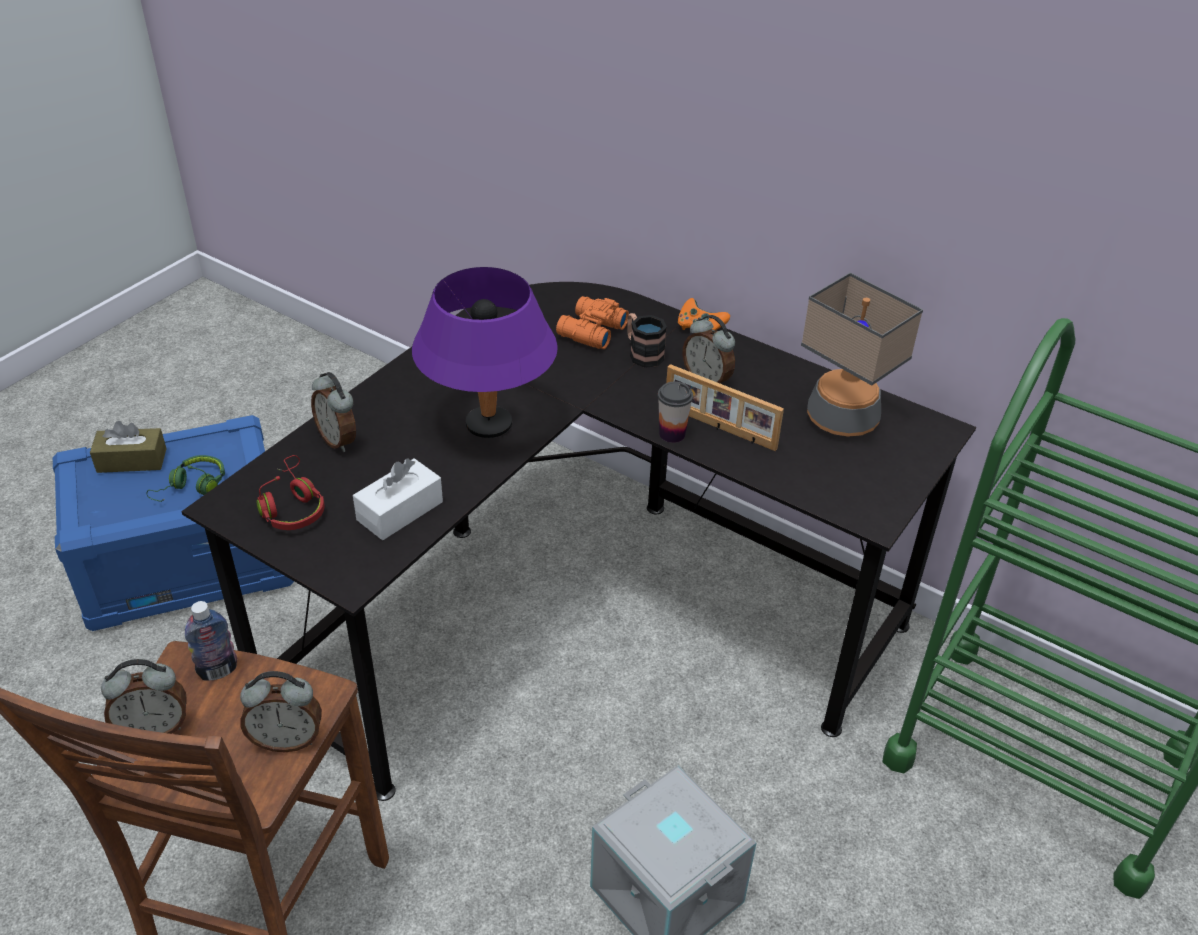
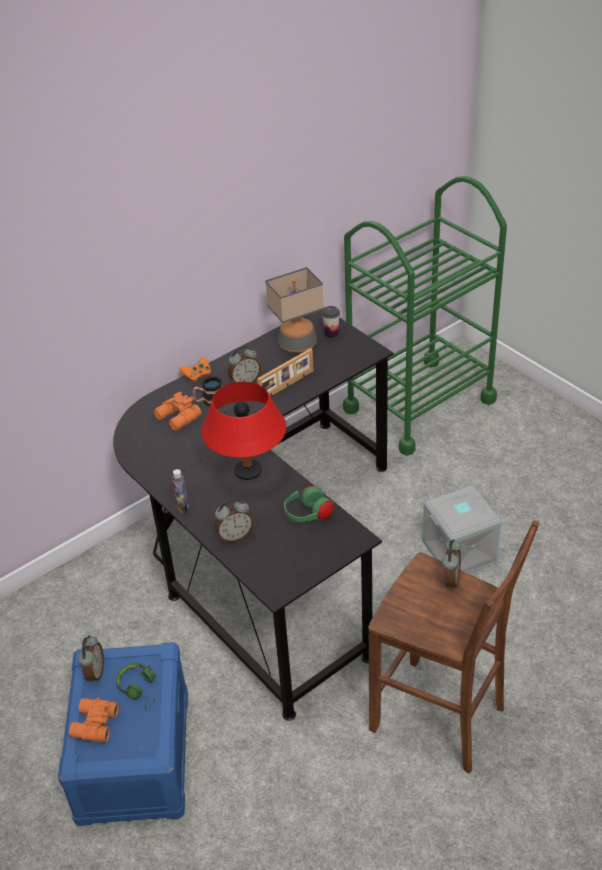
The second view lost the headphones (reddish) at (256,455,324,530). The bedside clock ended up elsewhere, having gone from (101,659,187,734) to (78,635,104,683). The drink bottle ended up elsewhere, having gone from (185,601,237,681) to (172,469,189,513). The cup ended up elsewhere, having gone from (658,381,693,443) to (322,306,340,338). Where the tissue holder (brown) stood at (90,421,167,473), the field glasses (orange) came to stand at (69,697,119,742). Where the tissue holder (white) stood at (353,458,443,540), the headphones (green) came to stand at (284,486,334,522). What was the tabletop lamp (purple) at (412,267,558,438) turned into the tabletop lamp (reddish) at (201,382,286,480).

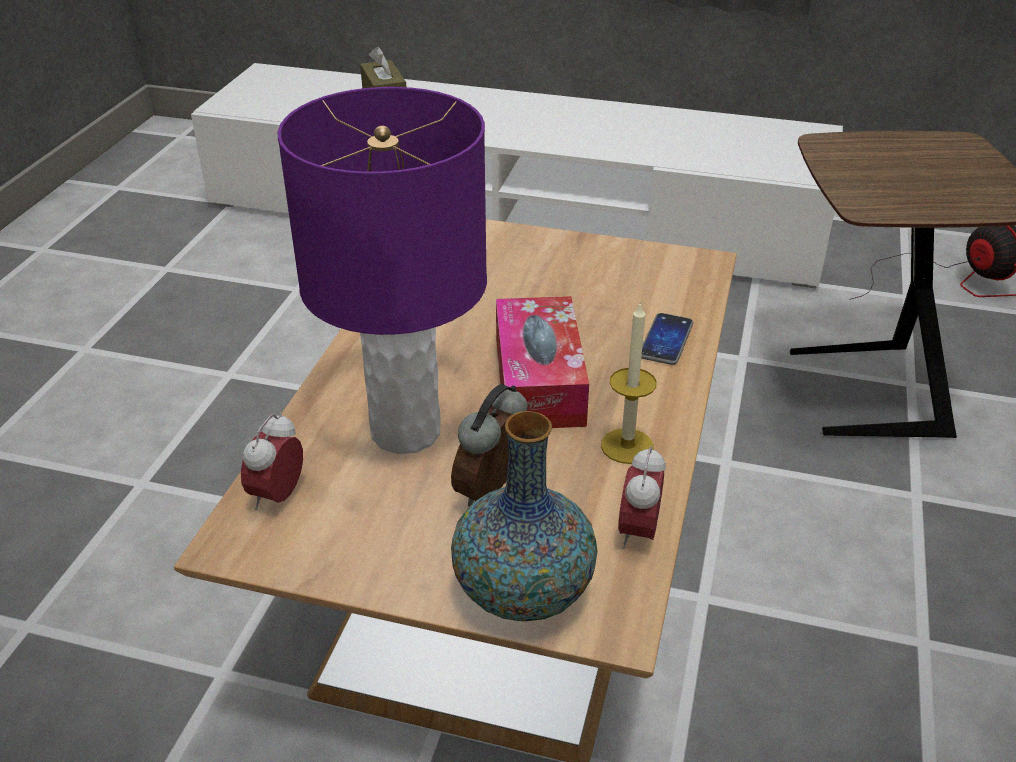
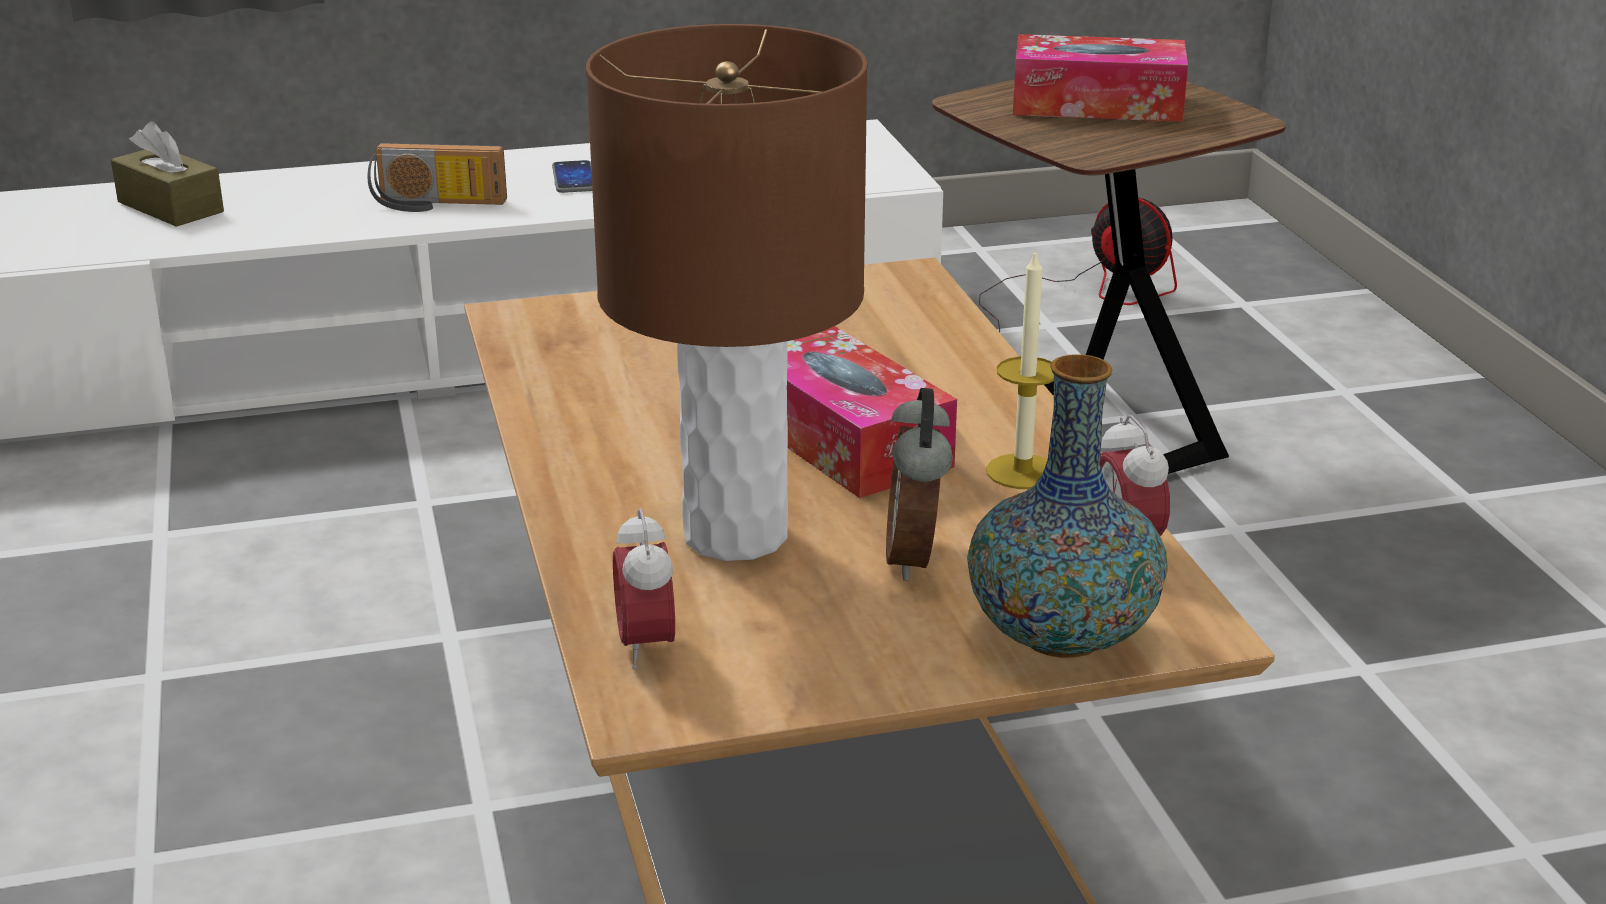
The second view gained the radio set at (367,143,507,212). The second view gained the tissue holder at (1013,34,1188,122). The handset ended up elsewhere, having gone from (641,313,694,365) to (552,160,592,193). What was the tabletop lamp (purple) at (278,87,487,454) turned into the tabletop lamp (brown) at (586,24,868,561).

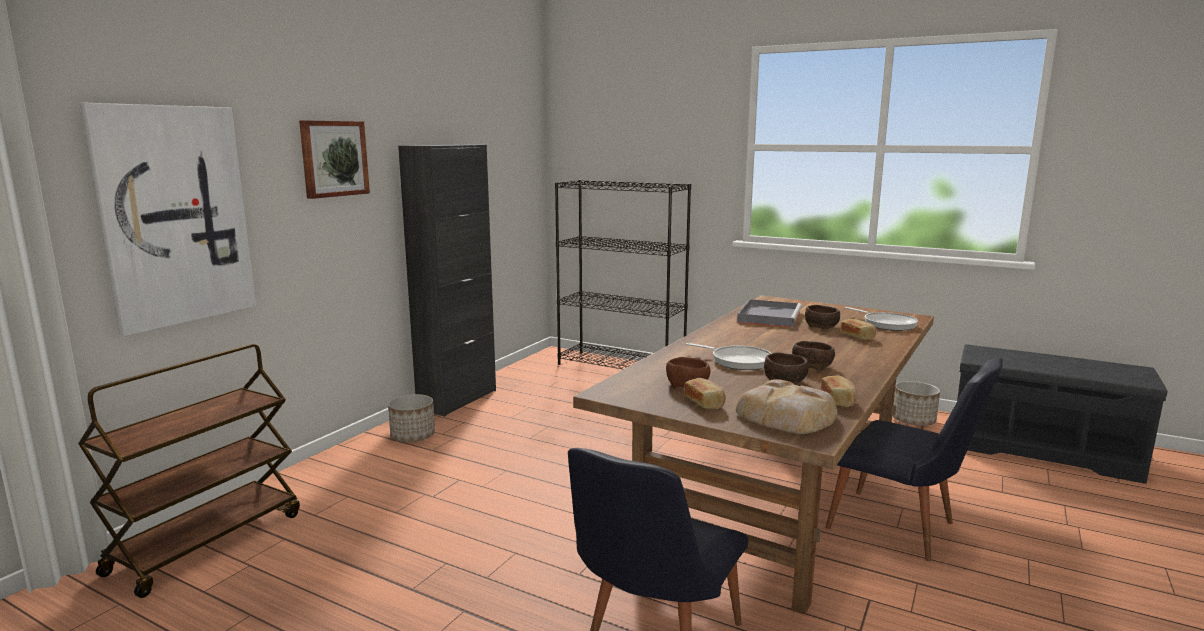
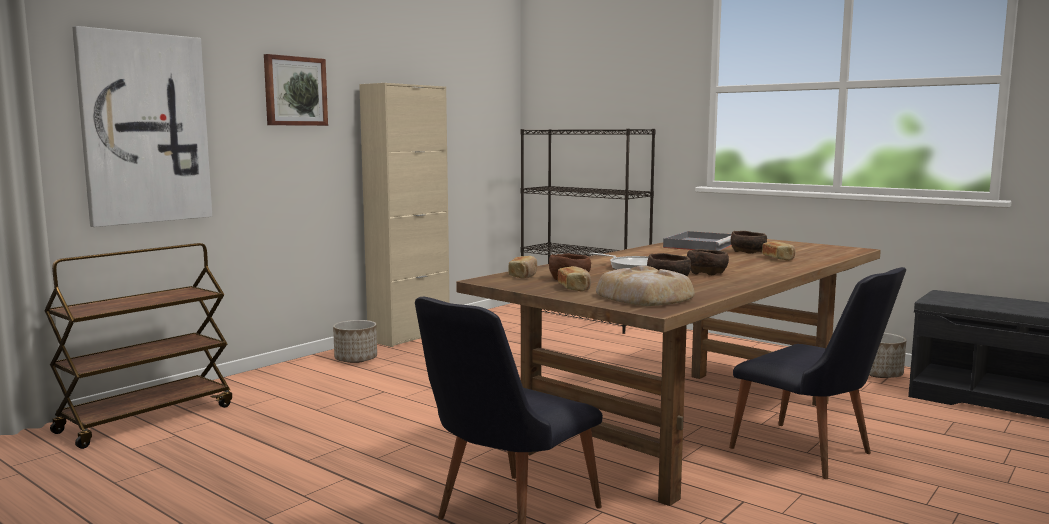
The second view lost the pan at (845,307,918,331). The bread ended up elsewhere, having gone from (821,375,858,407) to (508,256,537,279). What was the storage cabinet (black) at (398,145,496,417) turned into the storage cabinet (beige) at (359,83,450,347).

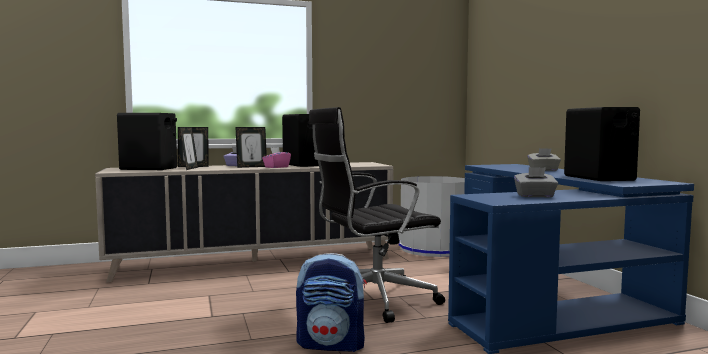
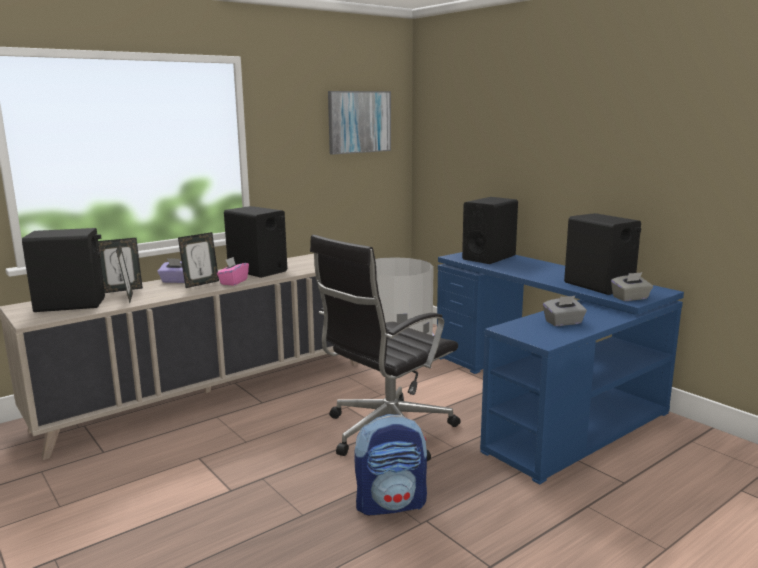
The second view gained the wall picture at (328,91,391,155). The second view gained the speaker (black) at (462,197,518,264). The tissue holder (grey) ended up elsewhere, having gone from (527,148,561,171) to (611,272,653,301).

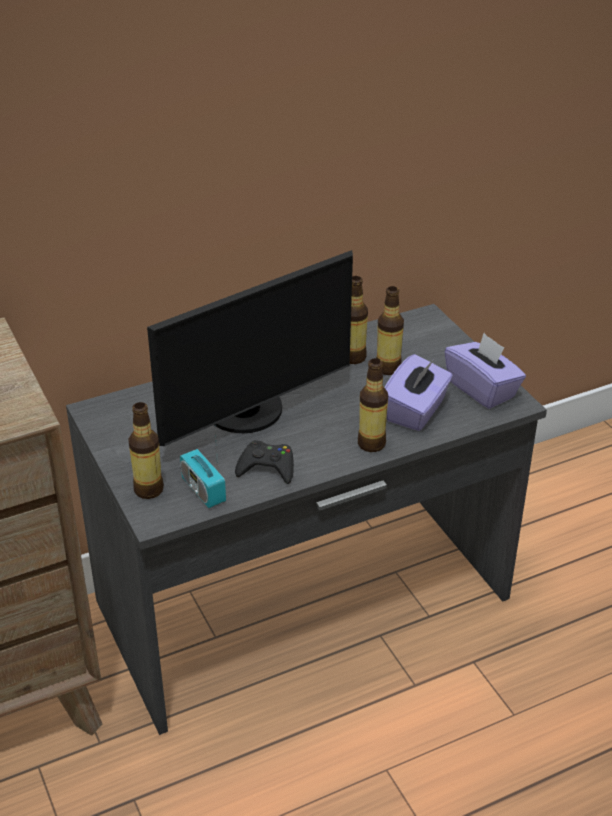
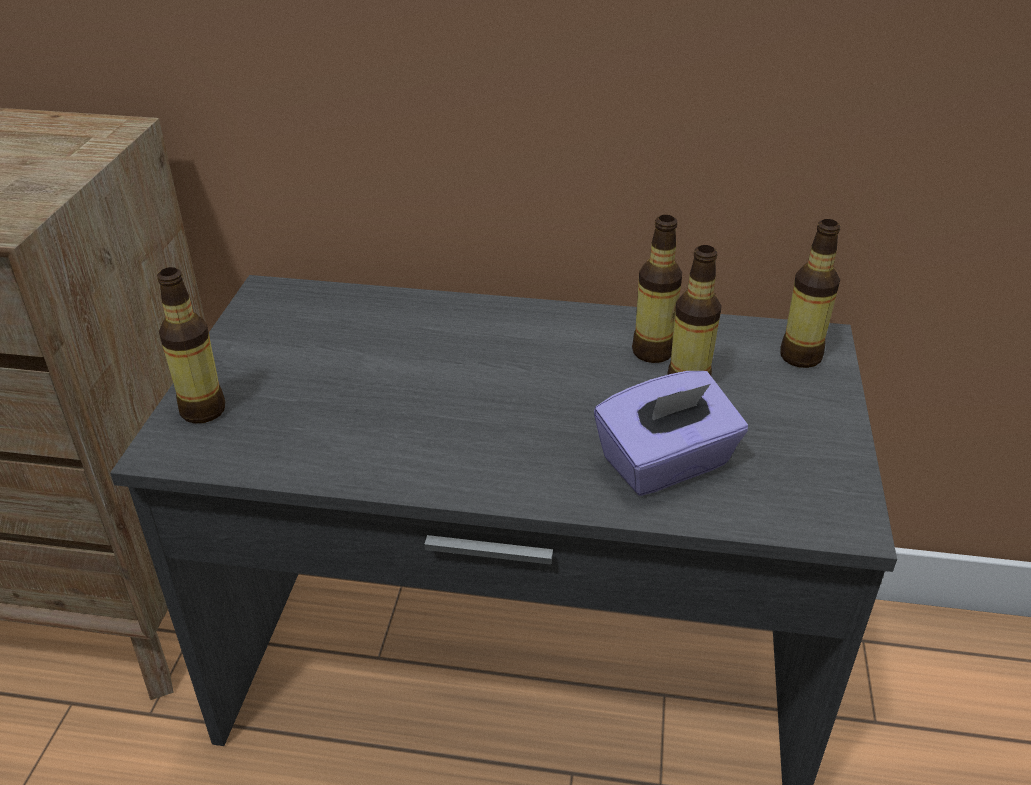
The second view lost the computer screen at (147,250,353,446). The second view lost the radio set at (180,430,226,508). The second view lost the gamepad (black) at (235,440,294,484). The second view lost the tissue holder (purple) at (445,333,526,409). The drink bottle ended up elsewhere, having gone from (358,358,388,452) to (780,219,840,368).

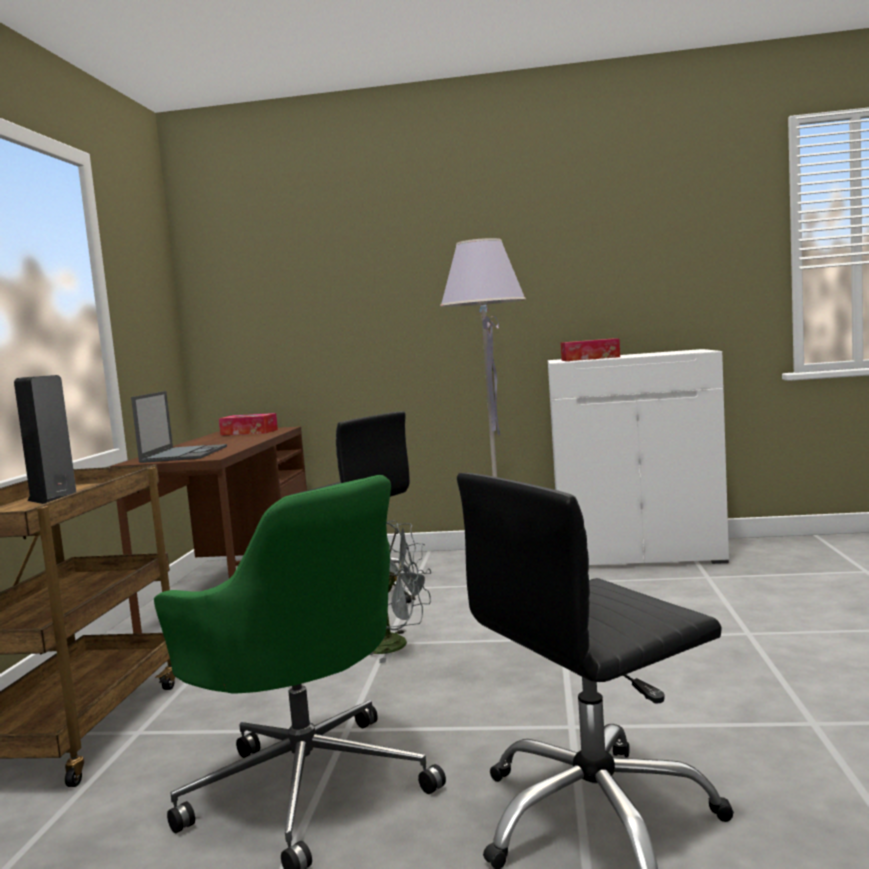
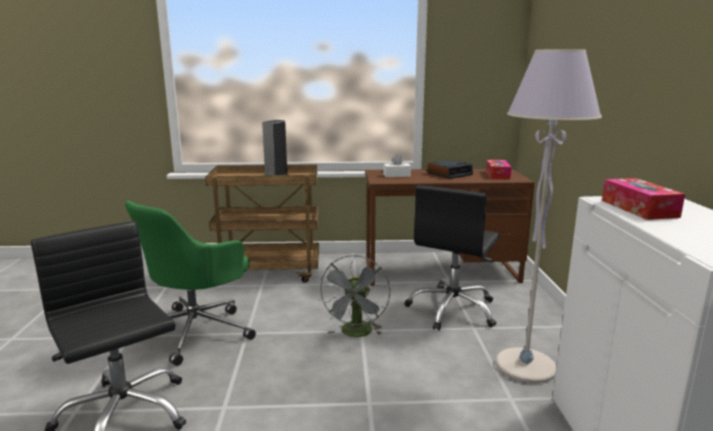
The second view gained the bedside clock at (428,160,473,179). Where the notebook computer stood at (131,391,227,463), the tissue holder (white) came to stand at (383,154,411,177).

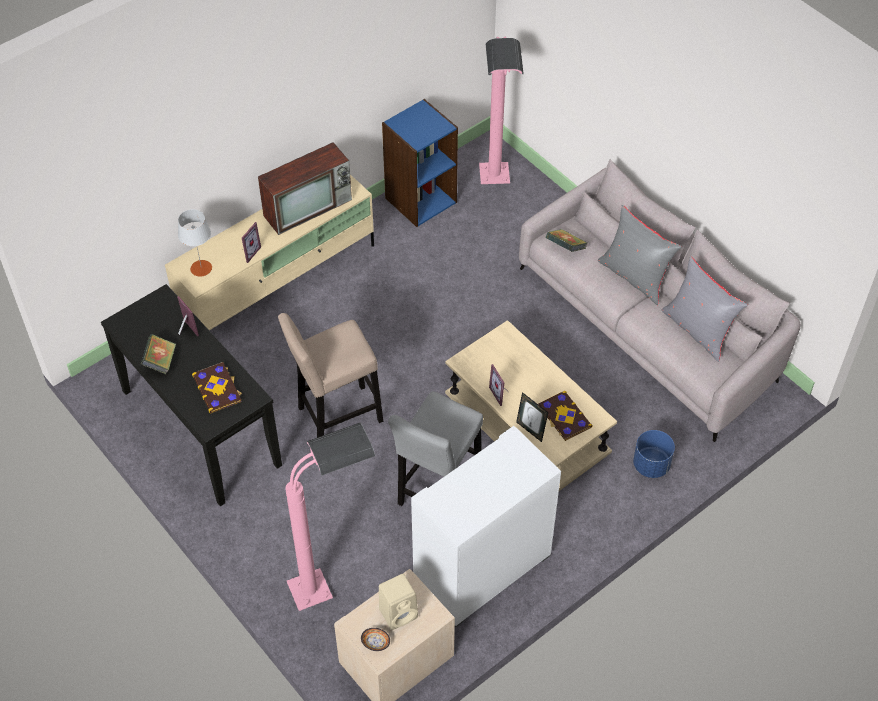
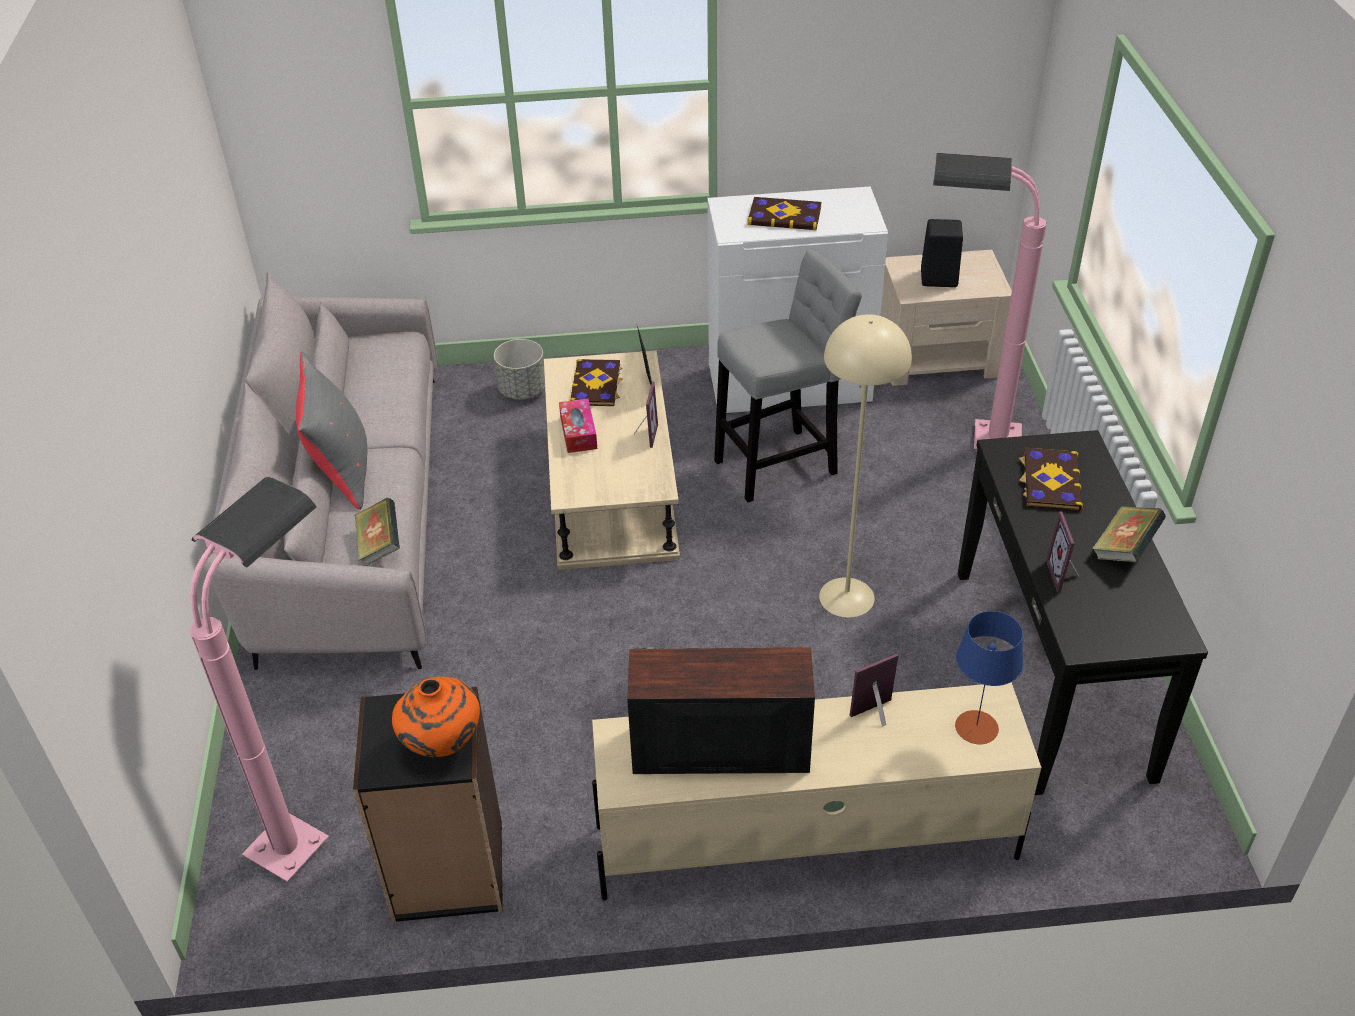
The second view lost the bowl at (361,628,390,651). The second view lost the pillow (grey) at (662,256,748,362). The second view gained the decorative vase (orange) at (392,677,480,757). The second view gained the tissue holder at (559,398,597,453). The second view gained the book at (748,197,821,230). Where the stool (beige) stood at (278,313,383,438), the standard lamp (beige) came to stand at (819,314,912,618). What was the tabletop lamp (grey) at (178,209,212,277) turned into the tabletop lamp (blue-coloured) at (955,611,1023,744). What was the speaker (beige) at (379,574,418,630) turned into the speaker (black) at (921,219,963,287). What was the shelving unit (blue-coloured) at (382,99,458,227) turned into the shelving unit (black) at (353,687,503,922). What was the planter (blue-coloured) at (633,430,675,478) turned into the planter (grey) at (494,339,545,400).

